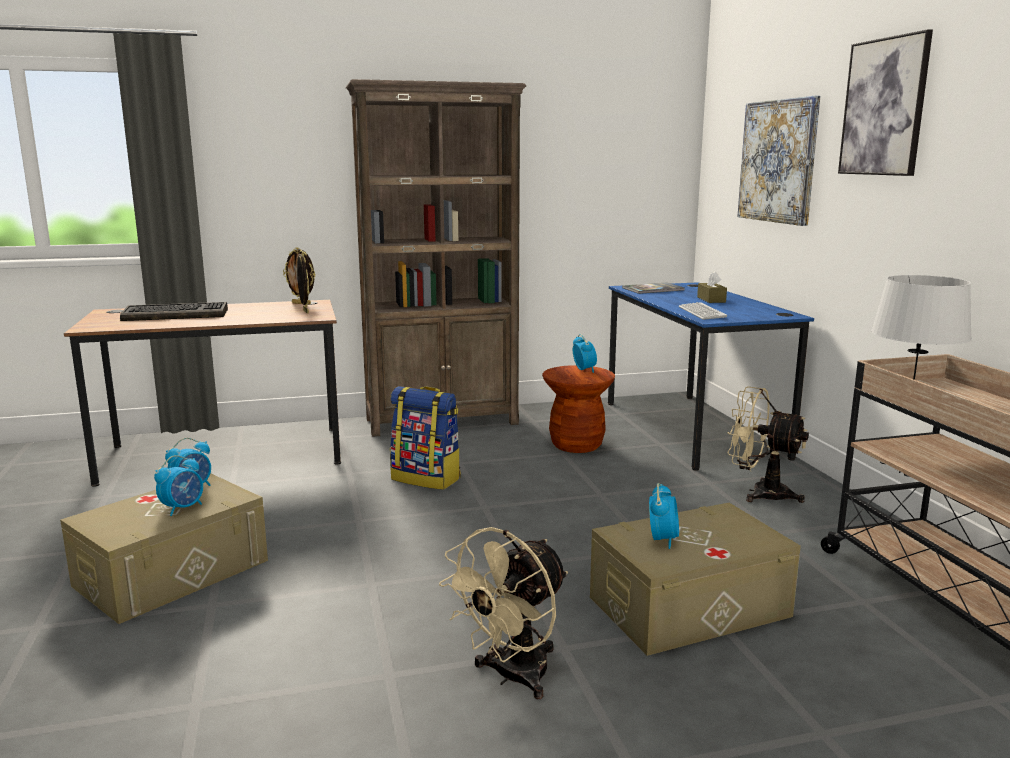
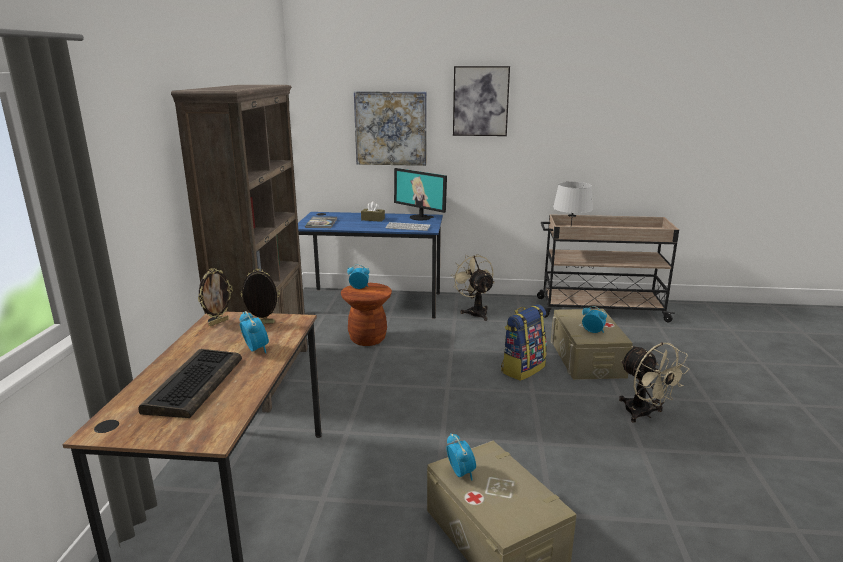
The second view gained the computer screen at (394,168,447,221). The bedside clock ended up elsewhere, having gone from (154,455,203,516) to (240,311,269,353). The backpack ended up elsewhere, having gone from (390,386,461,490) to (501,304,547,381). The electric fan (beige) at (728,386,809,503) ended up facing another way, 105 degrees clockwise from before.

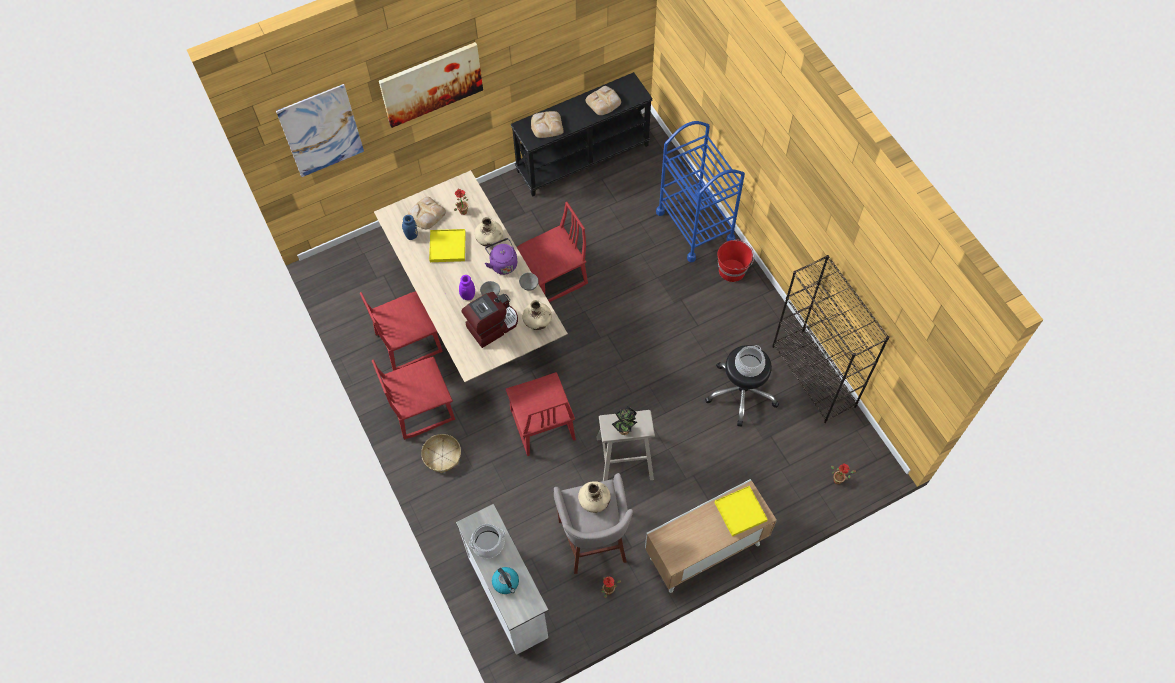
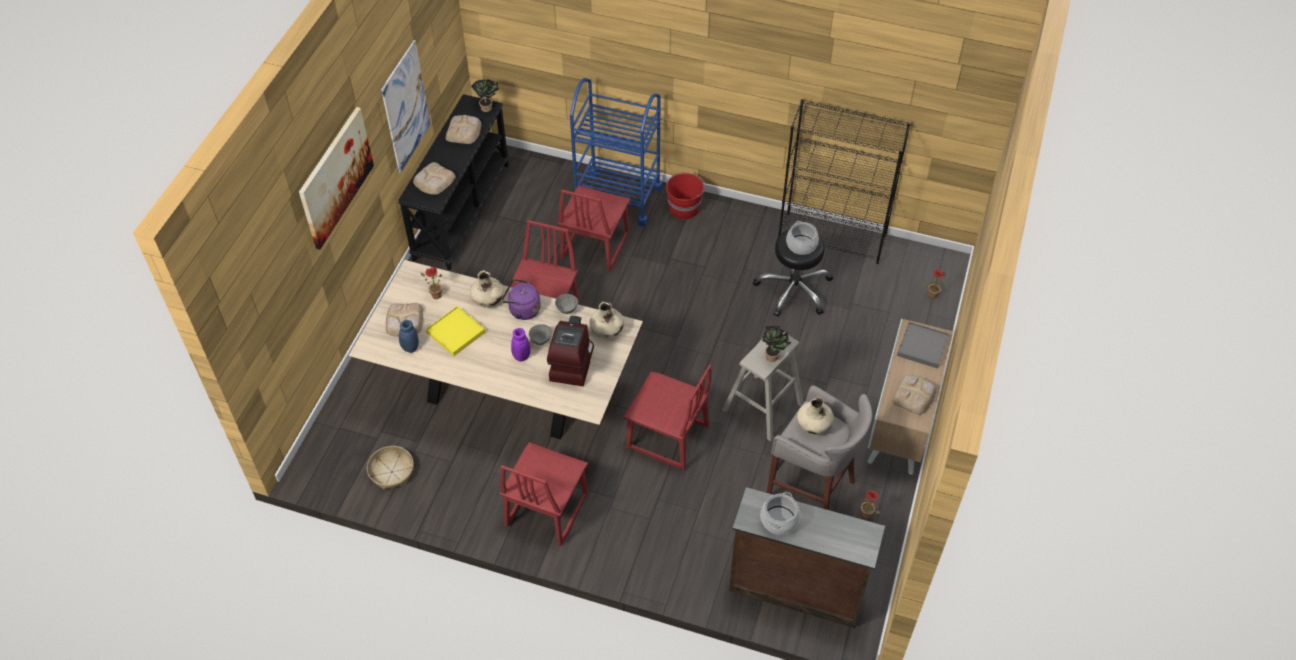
The second view lost the water kettle at (492,567,519,594). The second view gained the plant in a pot at (471,79,499,112). The second view gained the bread at (892,375,936,415). The wall picture ended up elsewhere, having gone from (276,84,364,177) to (381,40,430,173). The chair (reddish) ended up elsewhere, having gone from (360,291,443,371) to (558,185,630,272). The basket ended up elsewhere, having gone from (421,434,461,473) to (367,446,414,490). What was the drawer chest (white) at (456,504,549,655) turned into the drawer chest (brown) at (729,487,885,628). What was the carrying tray (yellow) at (715,486,768,537) turned into the carrying tray (grey) at (897,322,949,369).

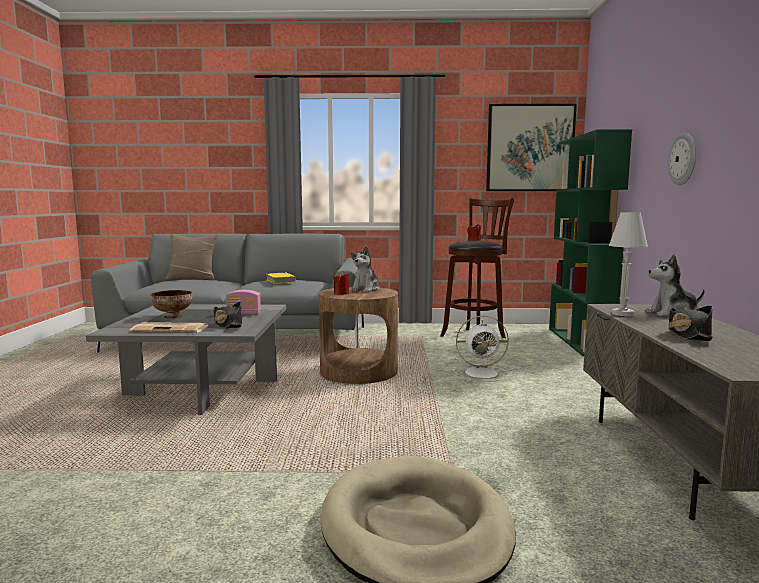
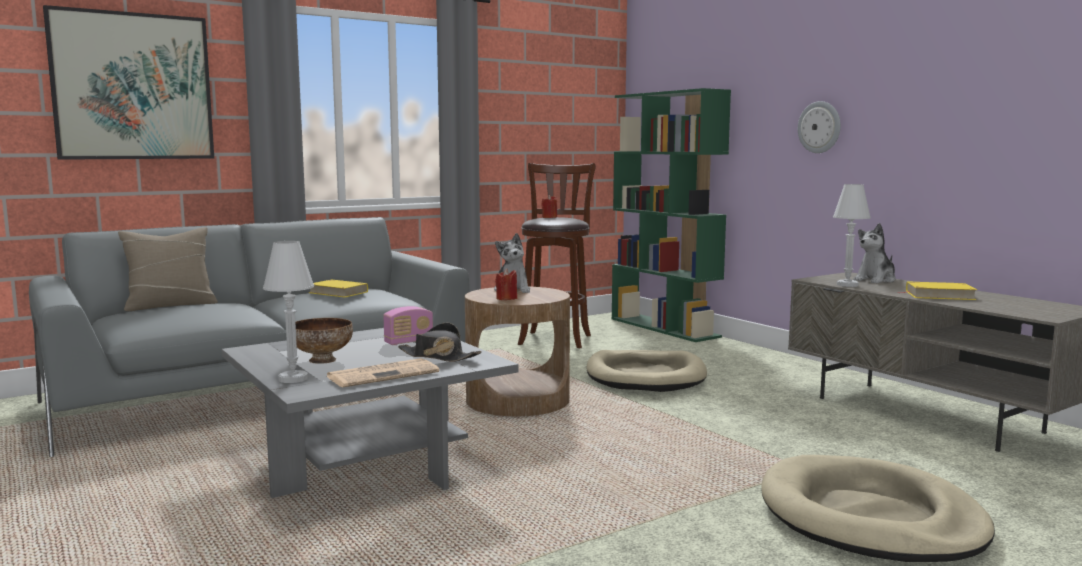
The second view gained the tabletop lamp (white) at (263,241,314,383). The wall picture ended up elsewhere, having gone from (486,104,577,191) to (43,5,214,160). Where the electric fan (white) stood at (453,316,509,382), the dog cushion (beige) came to stand at (586,350,707,392). Where the clothing hat (black) stood at (668,306,713,341), the book (yellow) came to stand at (897,282,977,300).

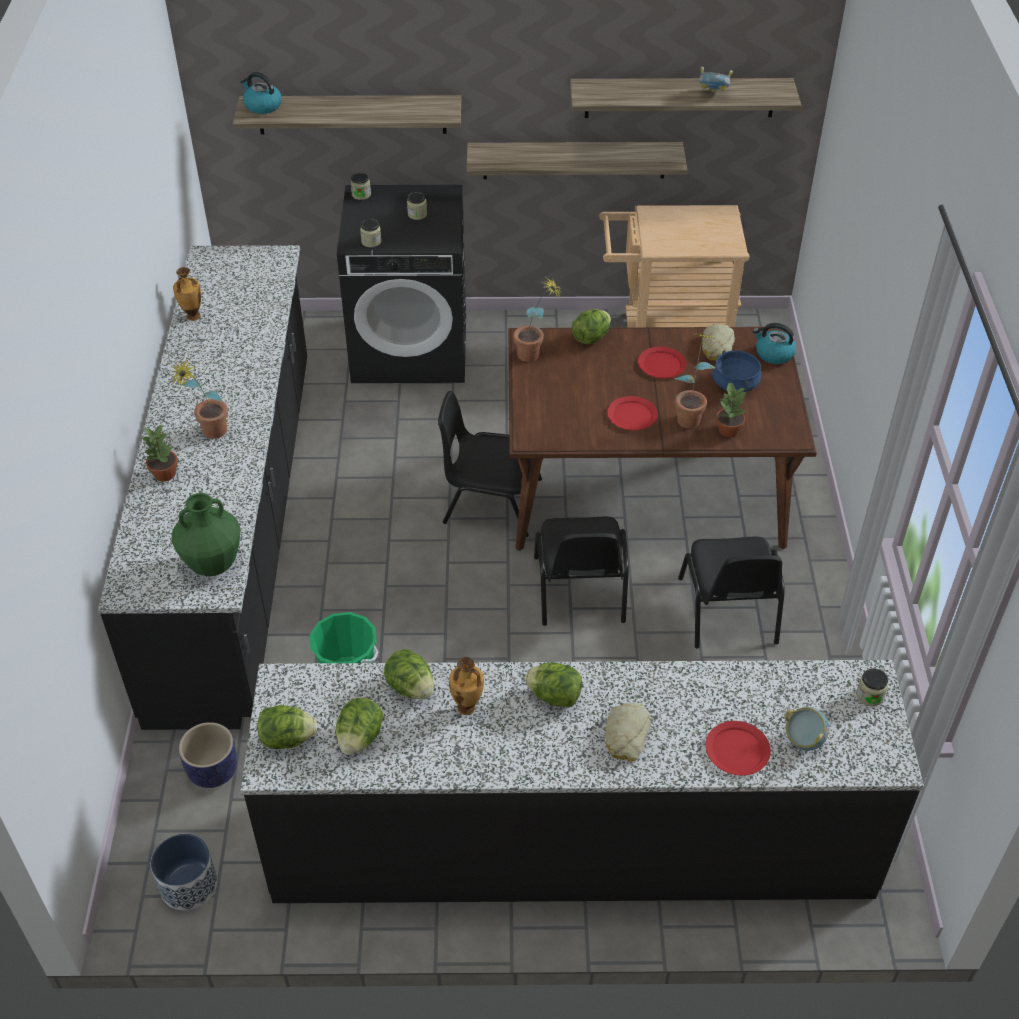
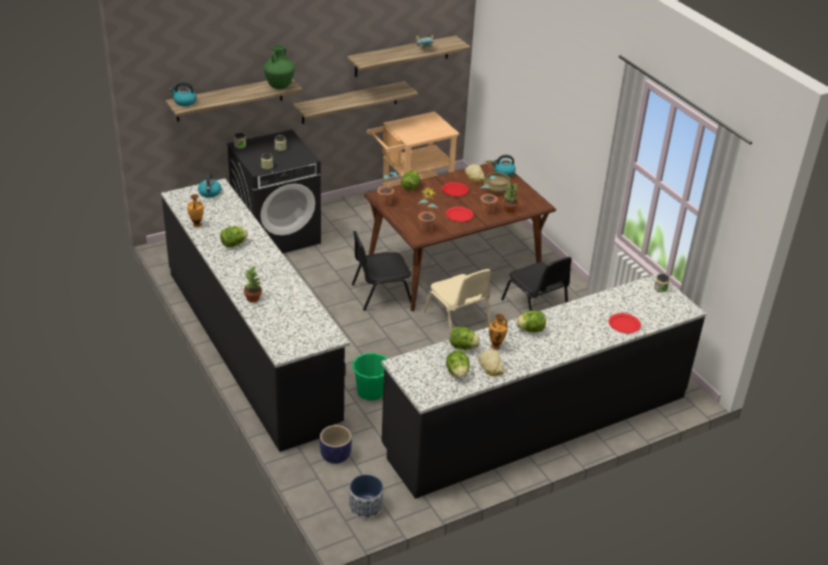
The second view lost the bowl at (784,707,829,751). The second view gained the water kettle at (198,172,221,198). The decorative vase (green) ended up elsewhere, having gone from (171,493,240,576) to (263,45,295,89). The plant in a pot ended up elsewhere, having gone from (172,358,228,439) to (417,187,439,233). The lettuce head ended up elsewhere, having gone from (258,705,318,749) to (220,226,248,247). The bread ended up elsewhere, having gone from (605,703,651,761) to (478,349,505,376). What was the chair (black) at (534,517,629,626) turned into the chair (beige) at (423,269,491,334). What was the cooking pot (blue-coloured) at (712,351,761,392) turned into the cooking pot (beige) at (484,172,510,193).

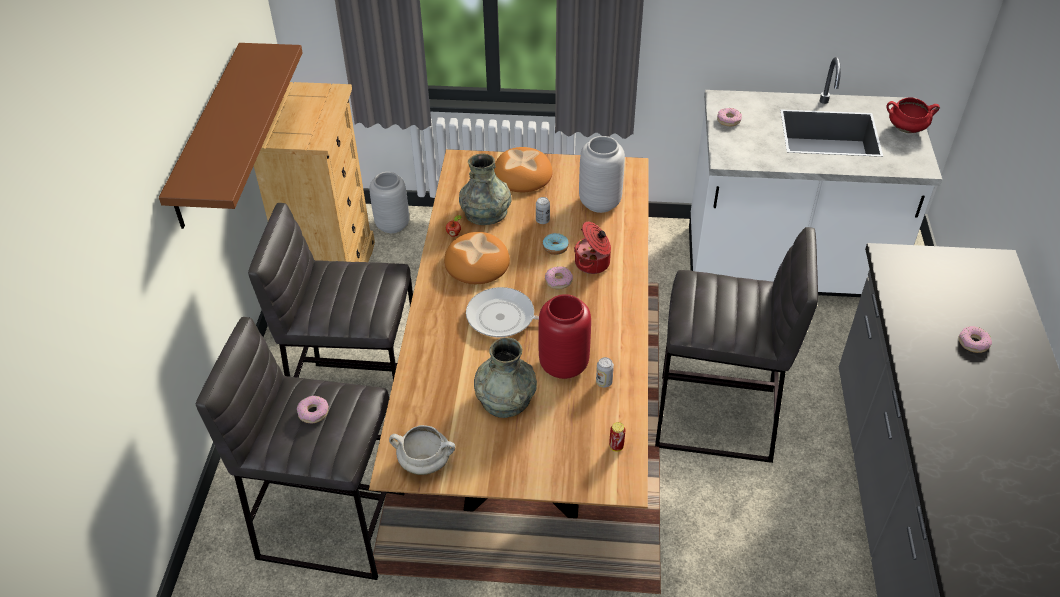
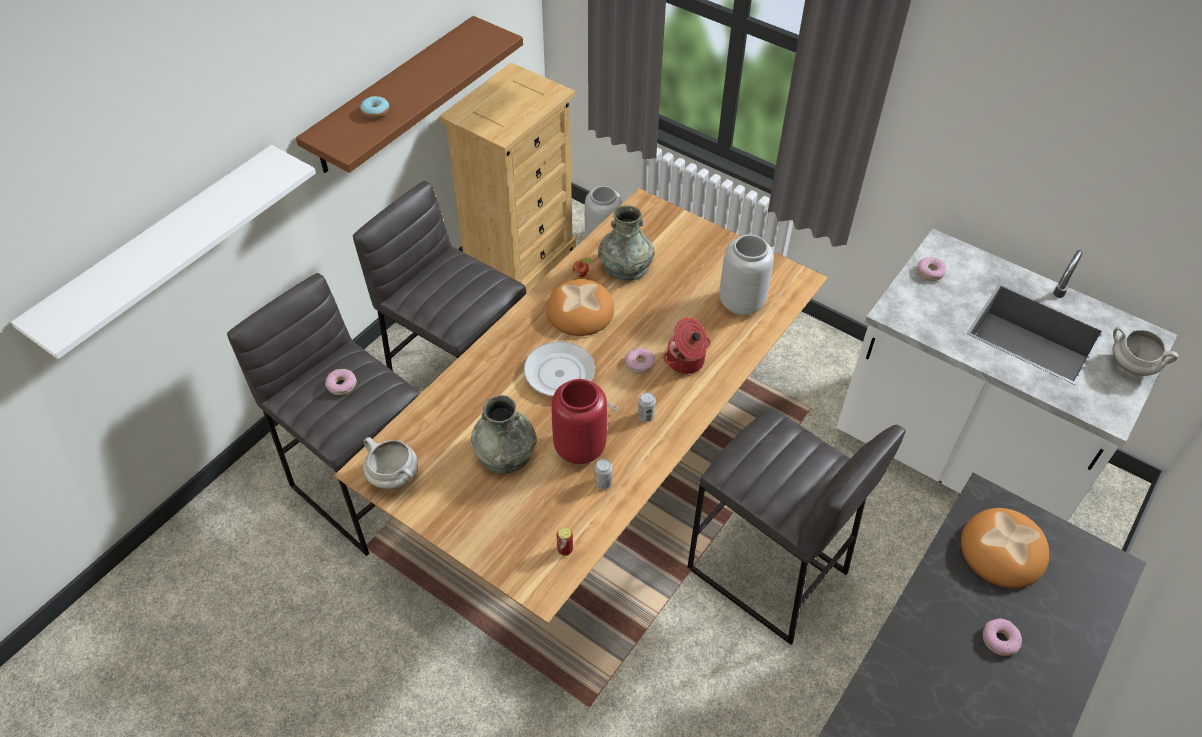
The second view gained the shelf (white) at (11,145,316,359). The bread ended up elsewhere, having gone from (494,147,553,192) to (961,508,1049,588). The metal can ended up elsewhere, having gone from (536,197,550,224) to (638,392,656,422). The donut ended up elsewhere, having gone from (543,233,569,255) to (360,96,389,119). What was the cooking pot (reddish) at (887,98,940,133) turned into the cooking pot (white) at (1112,326,1179,376).

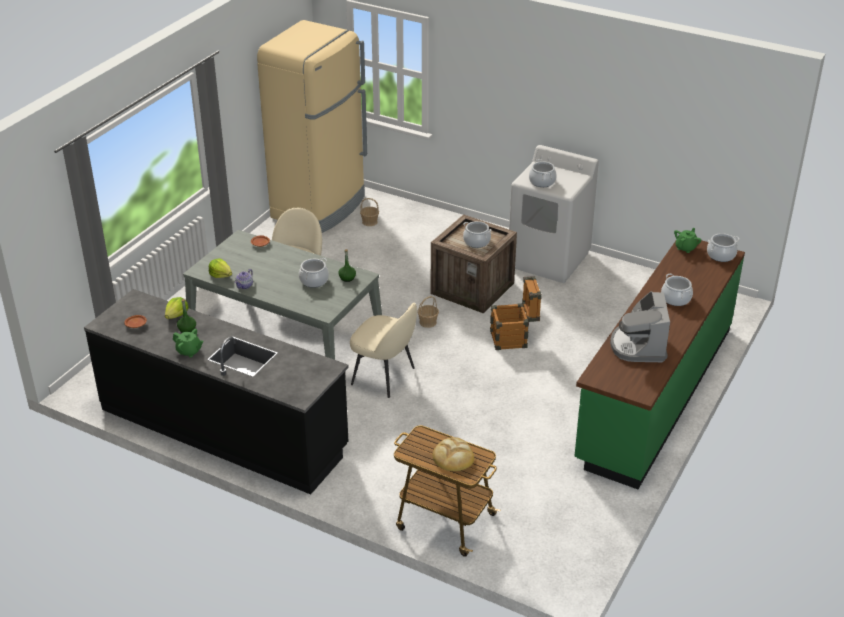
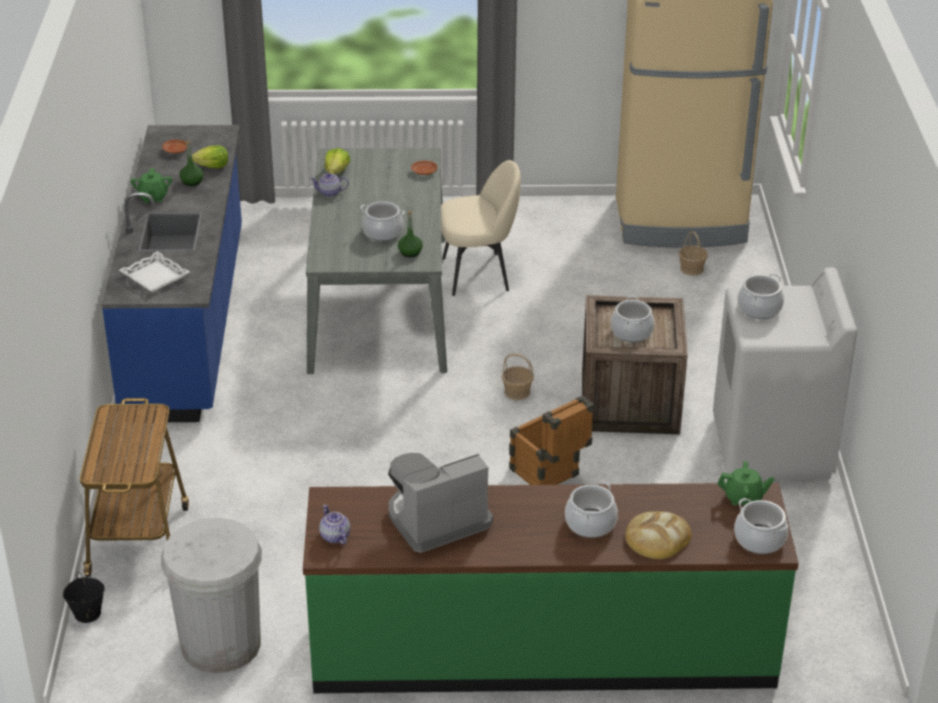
The second view lost the chair (beige) at (350,302,417,398). The second view gained the pail (black) at (63,572,105,623). The second view gained the carrying tray (white) at (119,251,190,292). The second view gained the waste bin (white) at (161,518,262,673). The second view gained the tea pot at (319,504,350,545). The bread ended up elsewhere, having gone from (433,437,474,471) to (626,511,691,559). What was the counter (black) at (84,289,349,494) turned into the counter (blue-coloured) at (101,125,242,423).

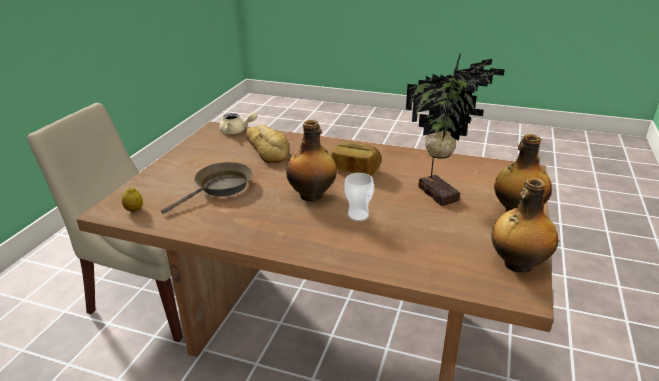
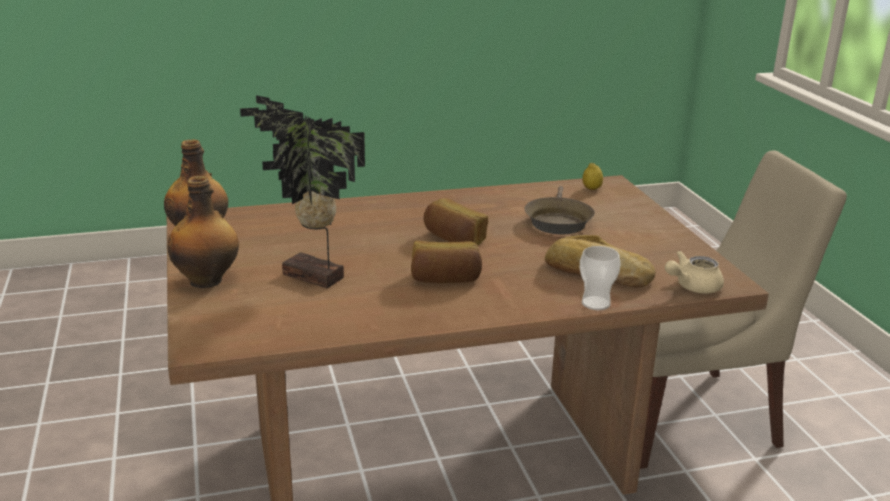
The cup ended up elsewhere, having gone from (344,173,374,221) to (579,246,621,310). Where the drink bottle stood at (286,120,337,201), the bread came to stand at (424,198,488,246).

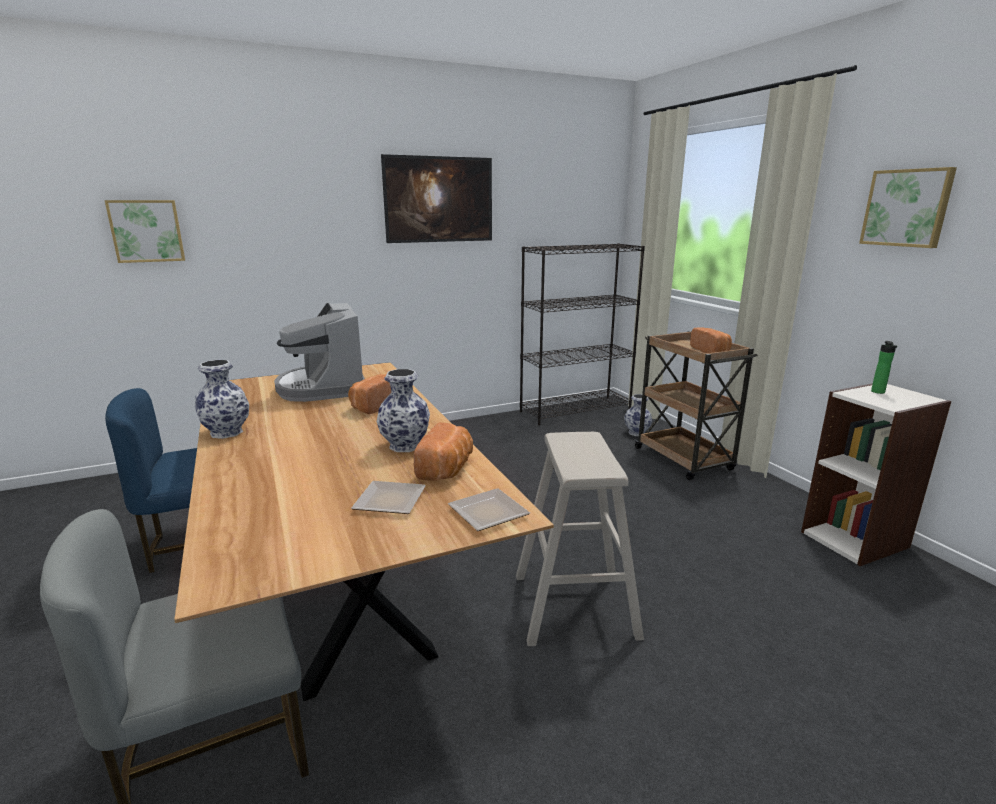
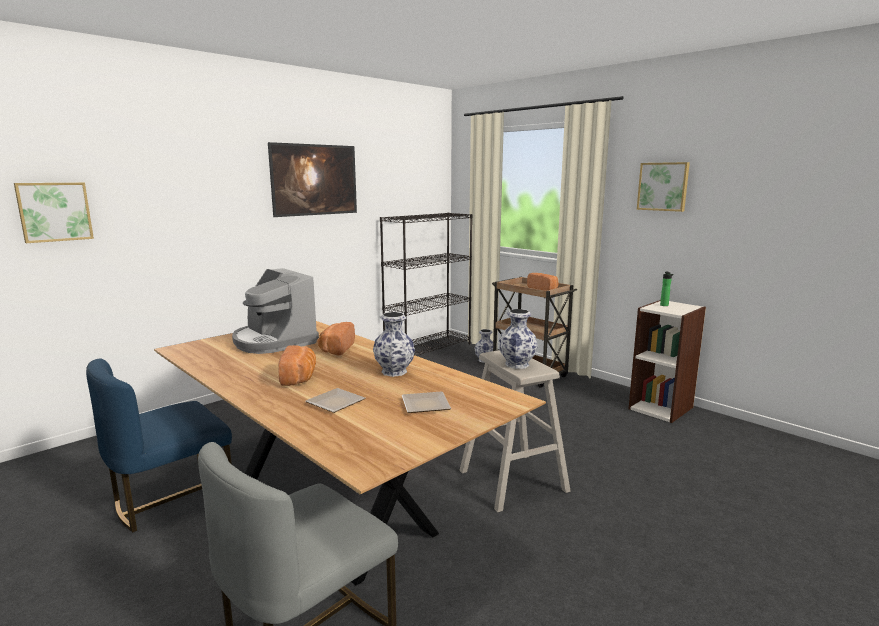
The decorative vase ended up elsewhere, having gone from (195,360,249,439) to (498,309,538,369). The bread ended up elsewhere, having gone from (414,422,473,481) to (278,345,316,386). The dinner plate ended up elsewhere, having gone from (448,488,530,531) to (305,388,366,413).

